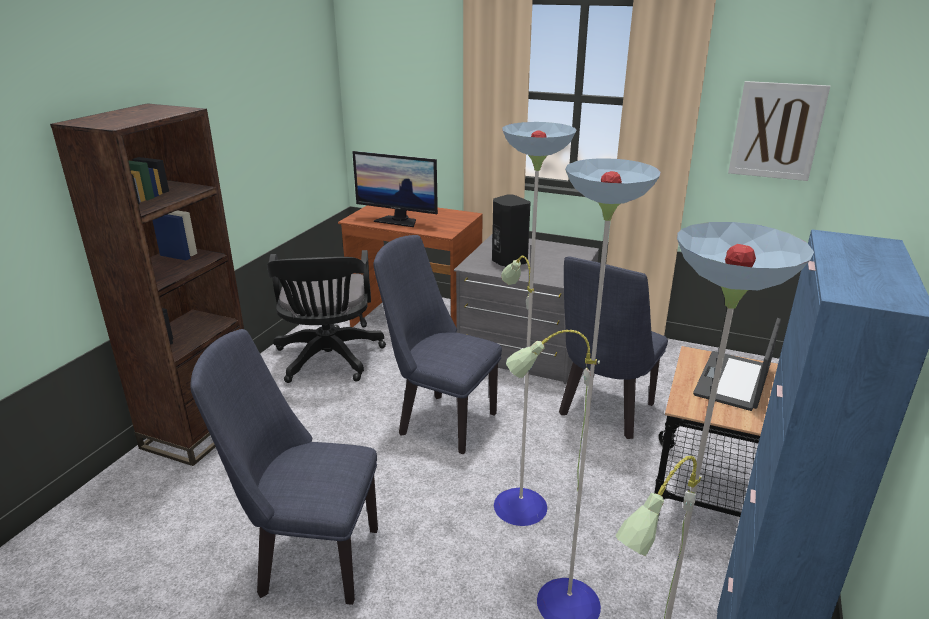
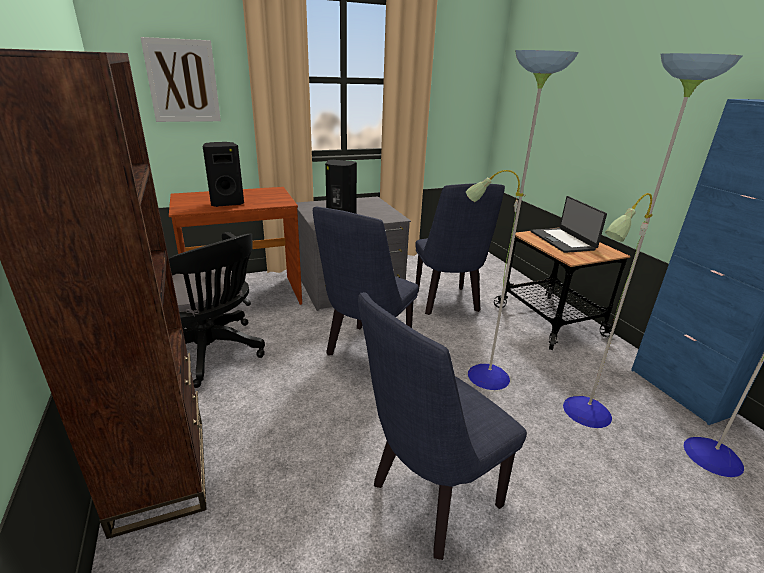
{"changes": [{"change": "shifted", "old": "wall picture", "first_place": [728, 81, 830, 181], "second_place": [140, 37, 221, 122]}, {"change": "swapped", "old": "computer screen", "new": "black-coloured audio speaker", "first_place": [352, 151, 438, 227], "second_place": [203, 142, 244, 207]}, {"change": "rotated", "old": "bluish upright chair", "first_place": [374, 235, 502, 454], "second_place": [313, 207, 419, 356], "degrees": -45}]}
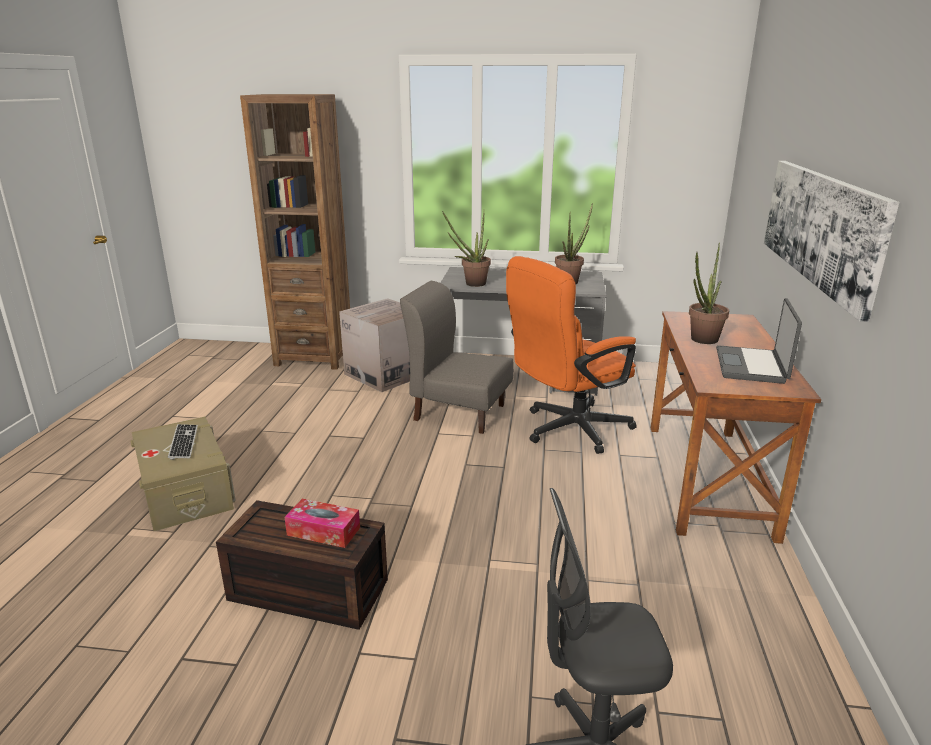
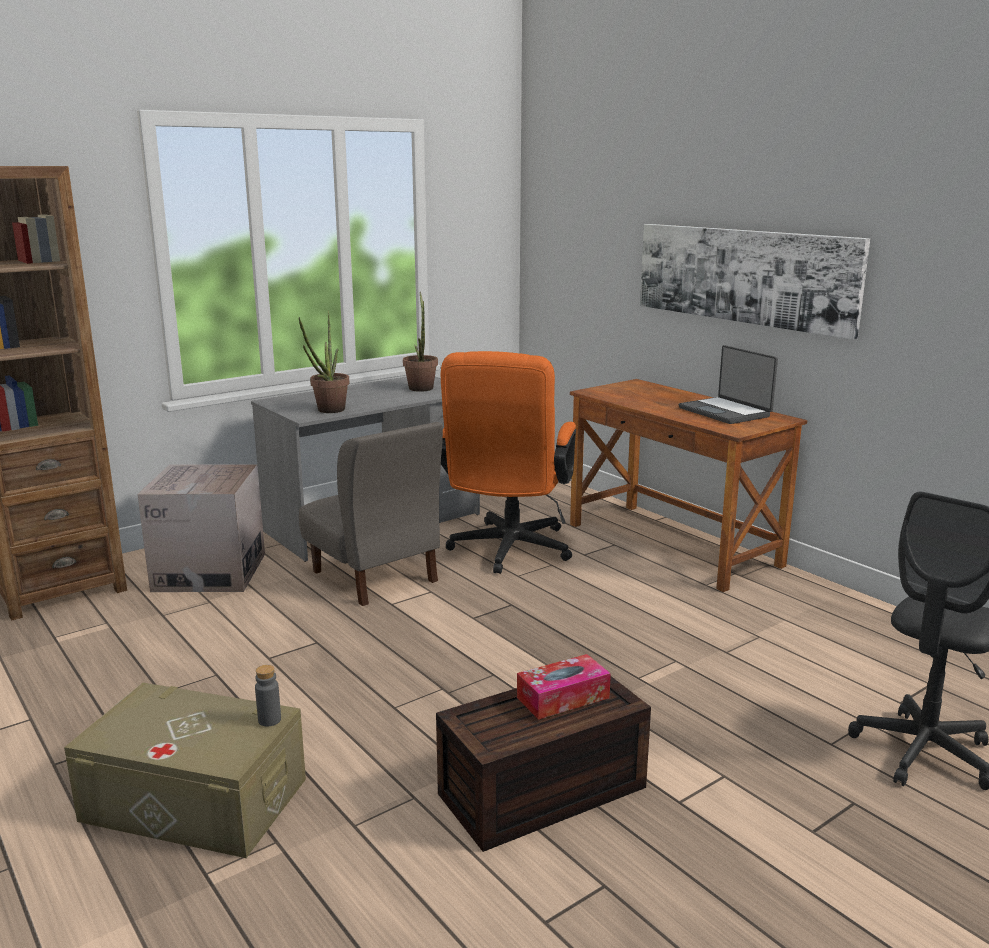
{"changes": [{"change": "gone", "old": "plant in a pot", "first_place": [689, 243, 729, 344]}, {"change": "rotated", "old": "greyish upright chair", "first_place": [400, 281, 514, 434], "second_place": [299, 422, 443, 606], "degrees": -105}, {"change": "gone", "old": "computer keyboard", "first_place": [168, 424, 198, 460]}, {"change": "new", "new": "greyish beverage bottle", "second_place": [255, 665, 281, 727]}]}
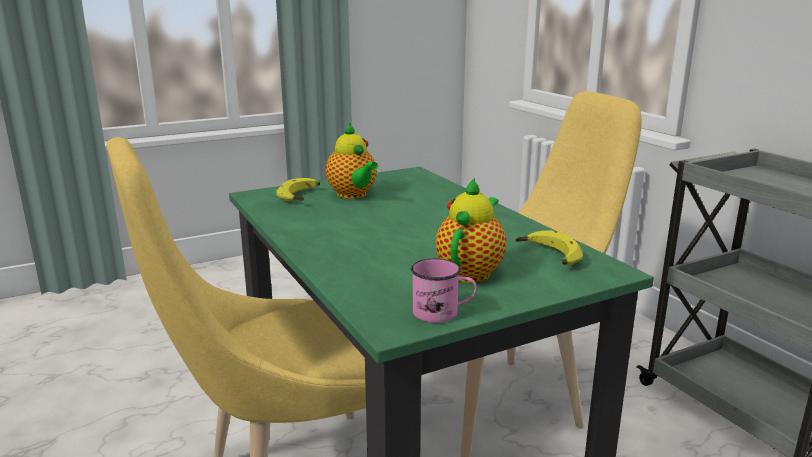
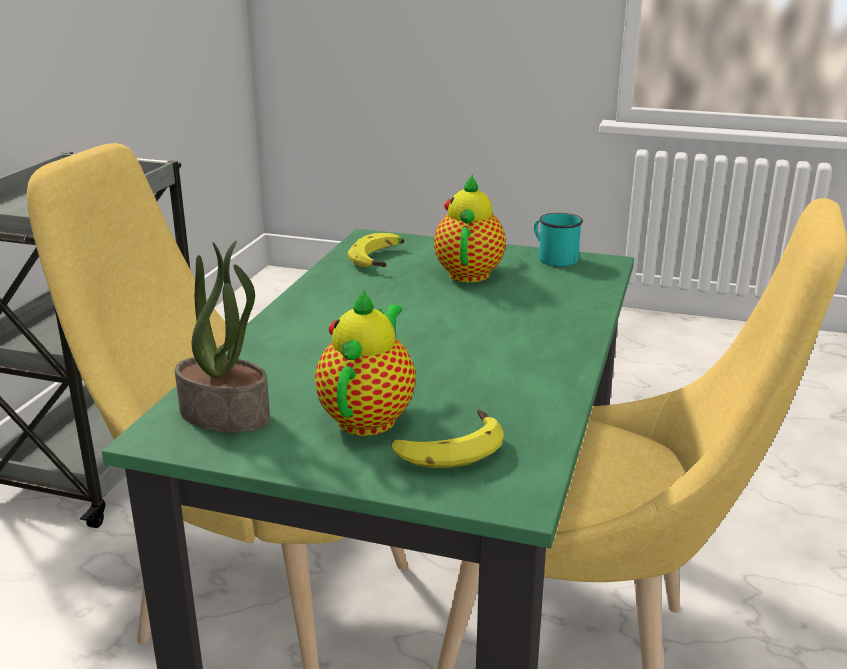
{"changes": [{"change": "rotated", "old": "tea pot", "first_place": [435, 177, 507, 283], "second_place": [434, 174, 506, 282], "degrees": 120}, {"change": "repainted", "old": "pink-coloured tea mug", "new": "blue-green tea mug", "first_place": [411, 258, 477, 323], "second_place": [534, 213, 583, 266]}, {"change": "new", "new": "plant in a pot", "second_place": [175, 241, 270, 433]}]}
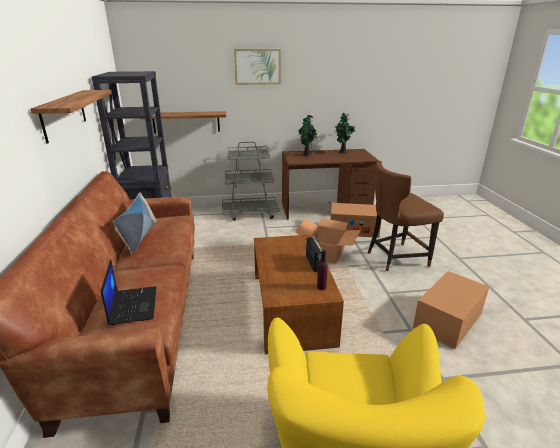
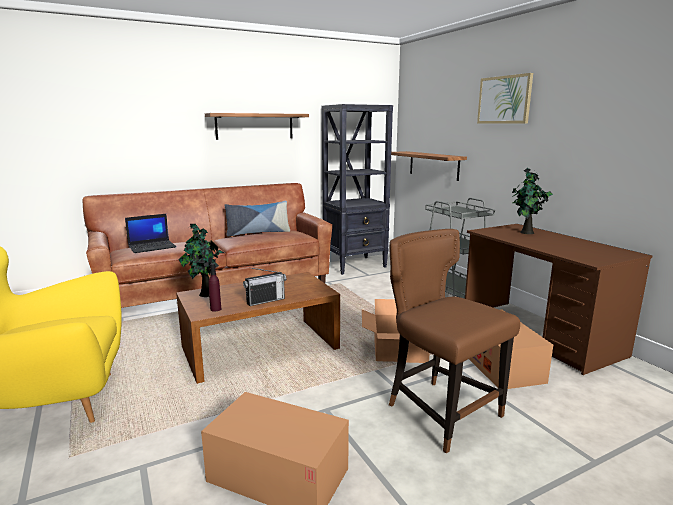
{"changes": [{"change": "shifted", "old": "plant in a pot", "first_place": [335, 113, 356, 153], "second_place": [179, 222, 224, 297]}]}
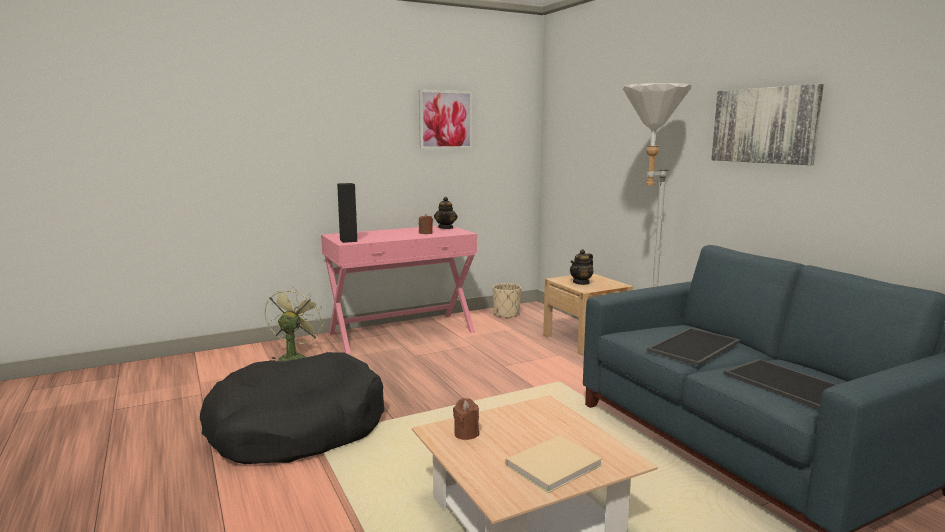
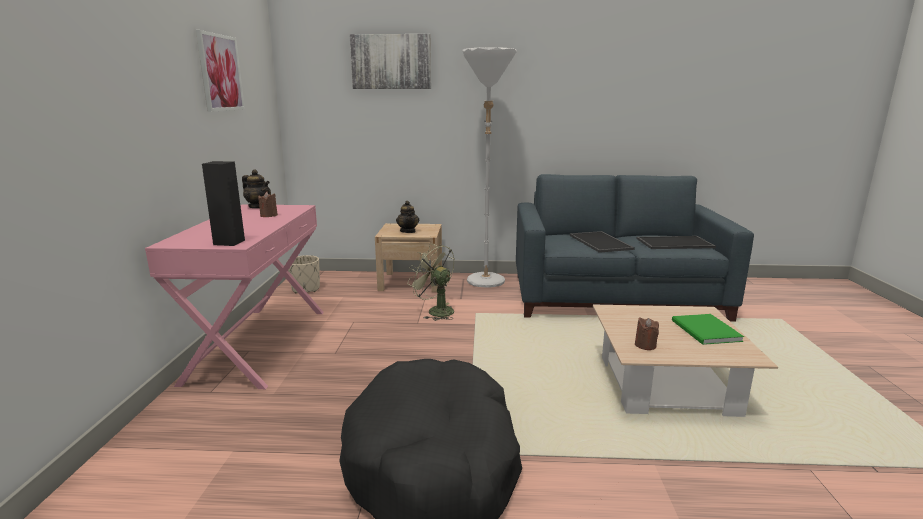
{"changes": [{"change": "shifted", "old": "wall picture", "first_place": [711, 84, 824, 165], "second_place": [350, 34, 431, 89]}, {"change": "shifted", "old": "green electric fan", "first_place": [264, 287, 325, 361], "second_place": [408, 244, 454, 321]}, {"change": "repainted", "old": "beige-coloured volume", "new": "green volume", "first_place": [505, 436, 602, 493], "second_place": [672, 314, 744, 345]}]}
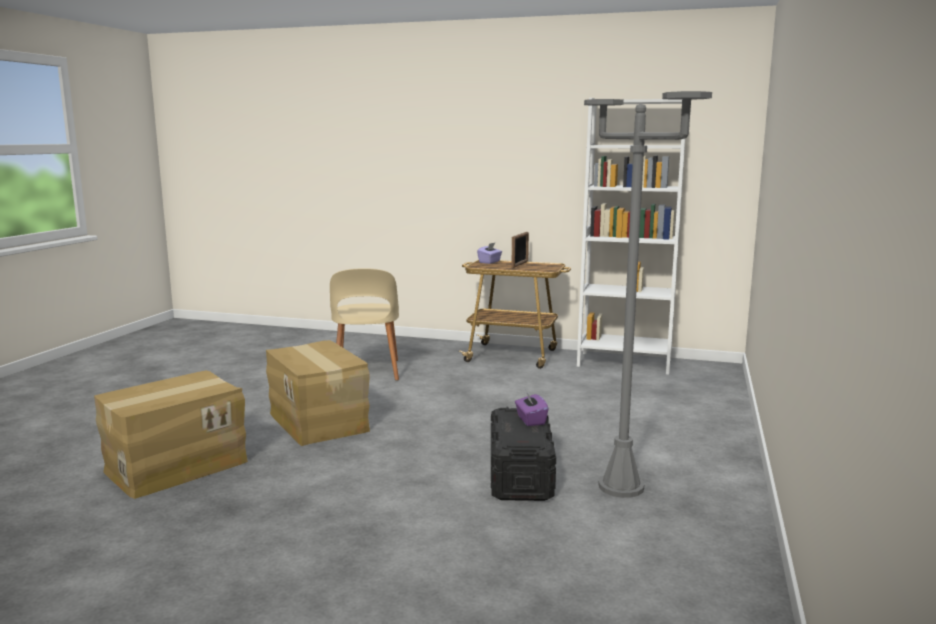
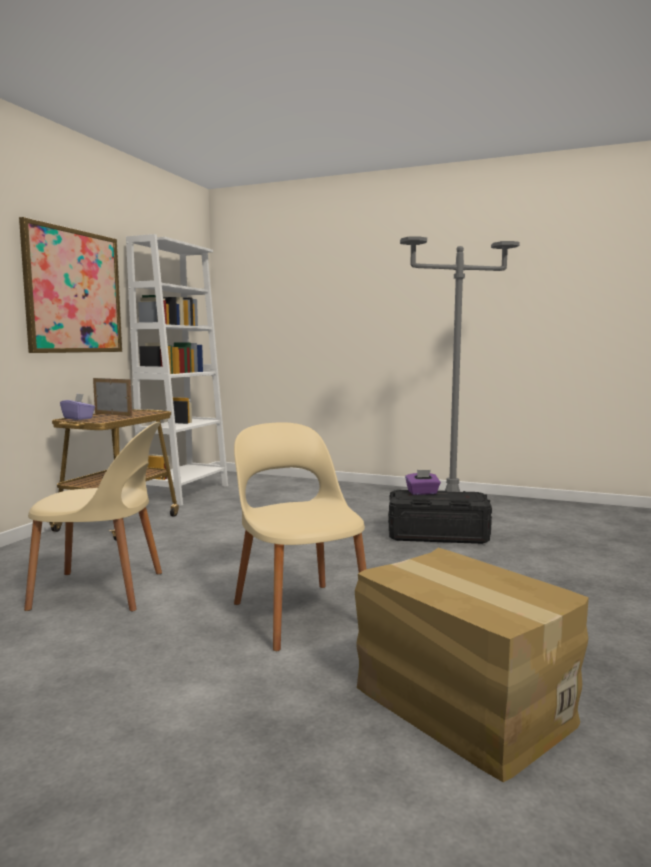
{"changes": [{"change": "swapped", "old": "packing box", "new": "beige-coloured upright chair", "first_place": [266, 340, 370, 446], "second_place": [234, 422, 366, 651]}, {"change": "new", "new": "wall picture", "second_place": [19, 217, 122, 353]}]}
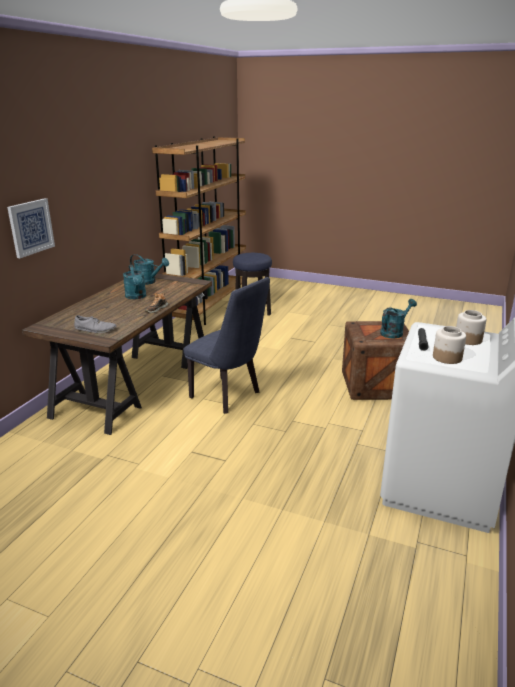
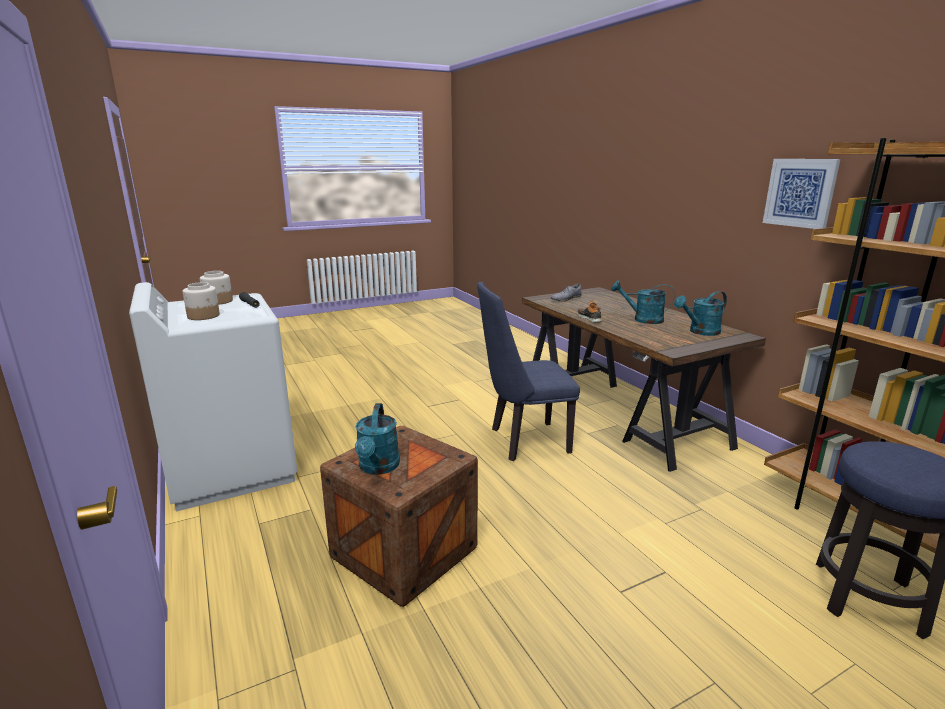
{"changes": [{"change": "shifted", "old": "wall picture", "first_place": [7, 198, 55, 258], "second_place": [763, 159, 840, 229]}]}
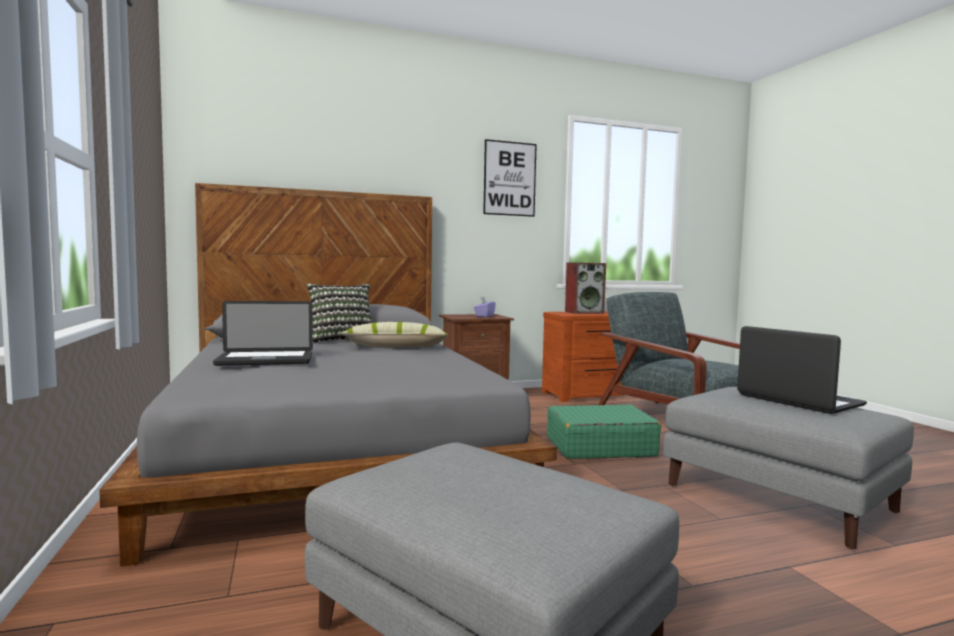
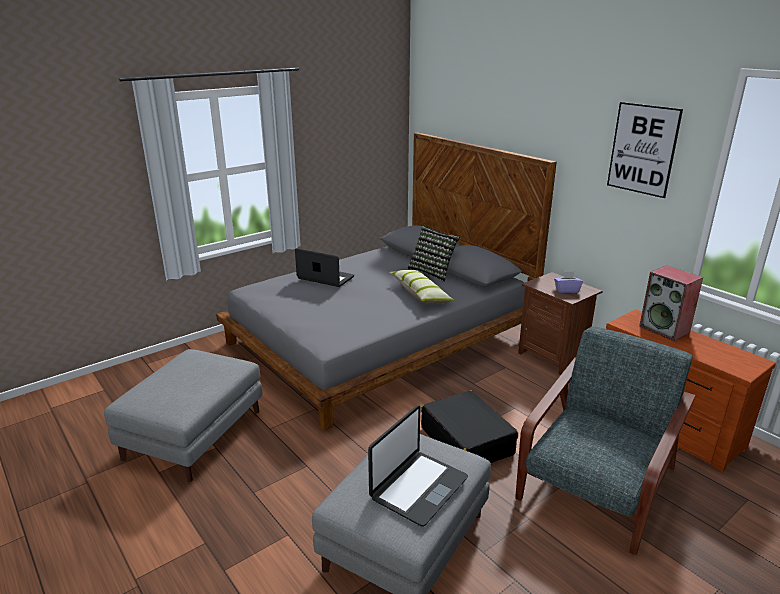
{"changes": [{"change": "rotated", "old": "laptop", "first_place": [213, 301, 313, 366], "second_place": [295, 248, 354, 287], "degrees": 150}, {"change": "repainted", "old": "green travel case", "new": "black-coloured travel case", "first_place": [547, 404, 661, 459], "second_place": [421, 390, 518, 463]}]}
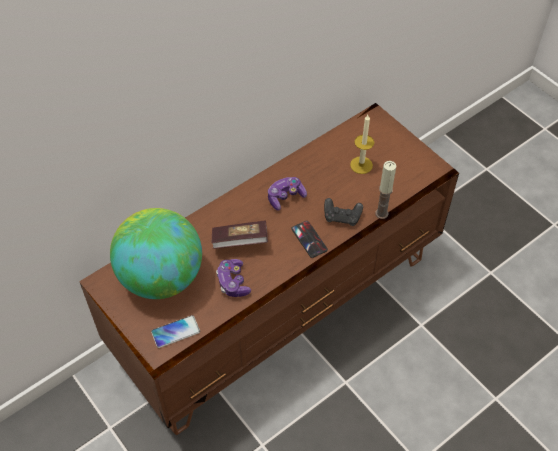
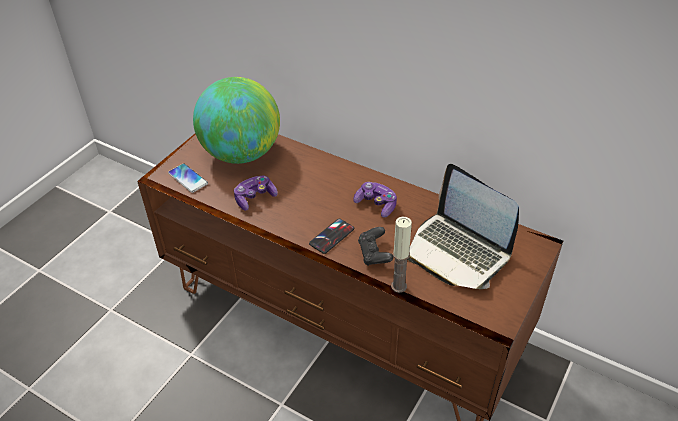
{"changes": [{"change": "swapped", "old": "wax light", "new": "laptop", "first_place": [350, 115, 374, 174], "second_place": [407, 164, 519, 289]}, {"change": "gone", "old": "volume", "first_place": [212, 220, 268, 249]}]}
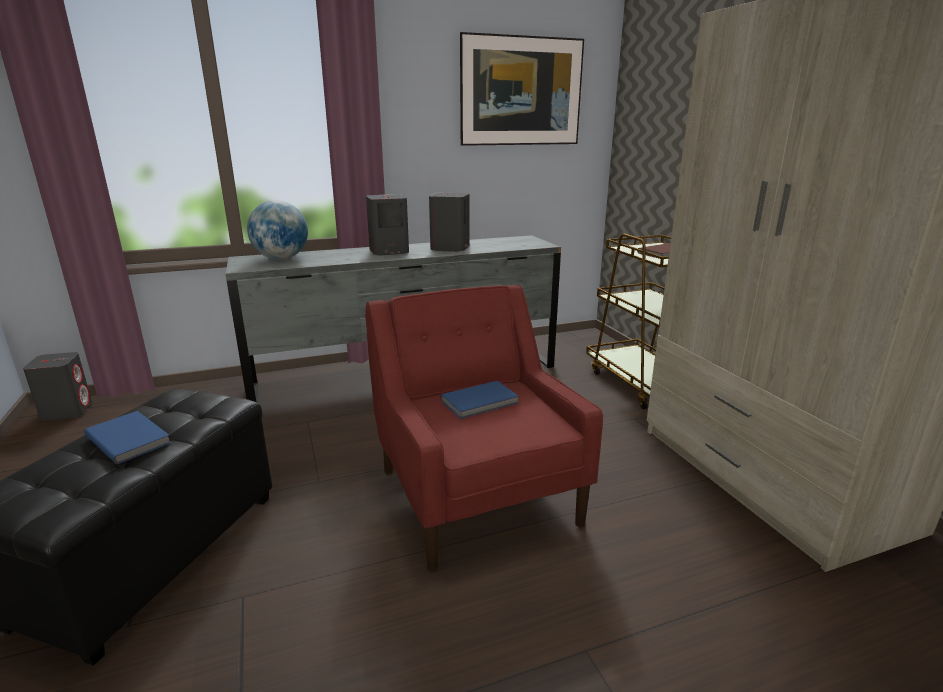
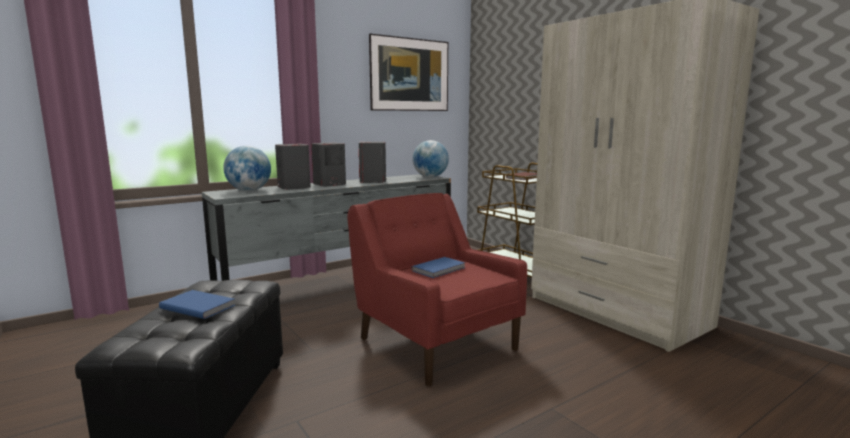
{"changes": [{"change": "shifted", "old": "greyish audio speaker", "first_place": [23, 352, 92, 421], "second_place": [275, 144, 311, 190]}, {"change": "new", "new": "world globe", "second_place": [412, 140, 449, 177]}]}
